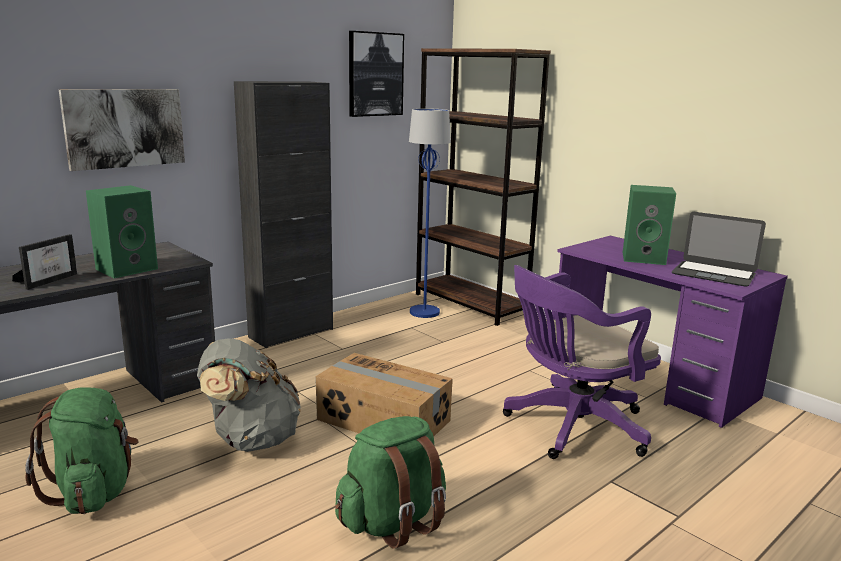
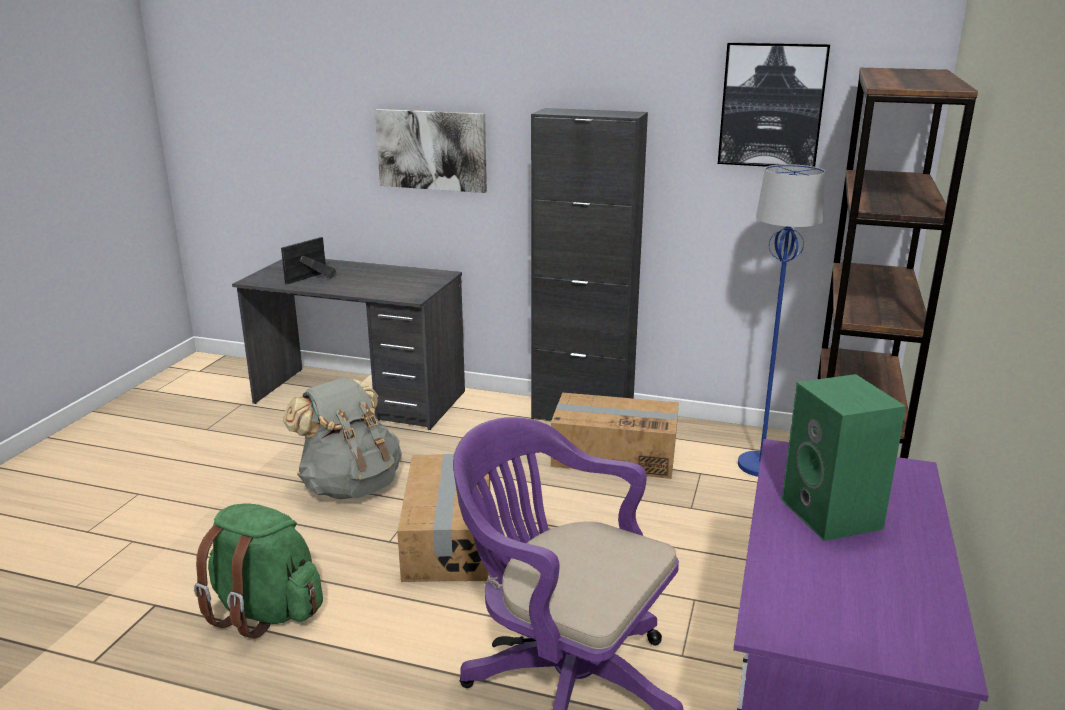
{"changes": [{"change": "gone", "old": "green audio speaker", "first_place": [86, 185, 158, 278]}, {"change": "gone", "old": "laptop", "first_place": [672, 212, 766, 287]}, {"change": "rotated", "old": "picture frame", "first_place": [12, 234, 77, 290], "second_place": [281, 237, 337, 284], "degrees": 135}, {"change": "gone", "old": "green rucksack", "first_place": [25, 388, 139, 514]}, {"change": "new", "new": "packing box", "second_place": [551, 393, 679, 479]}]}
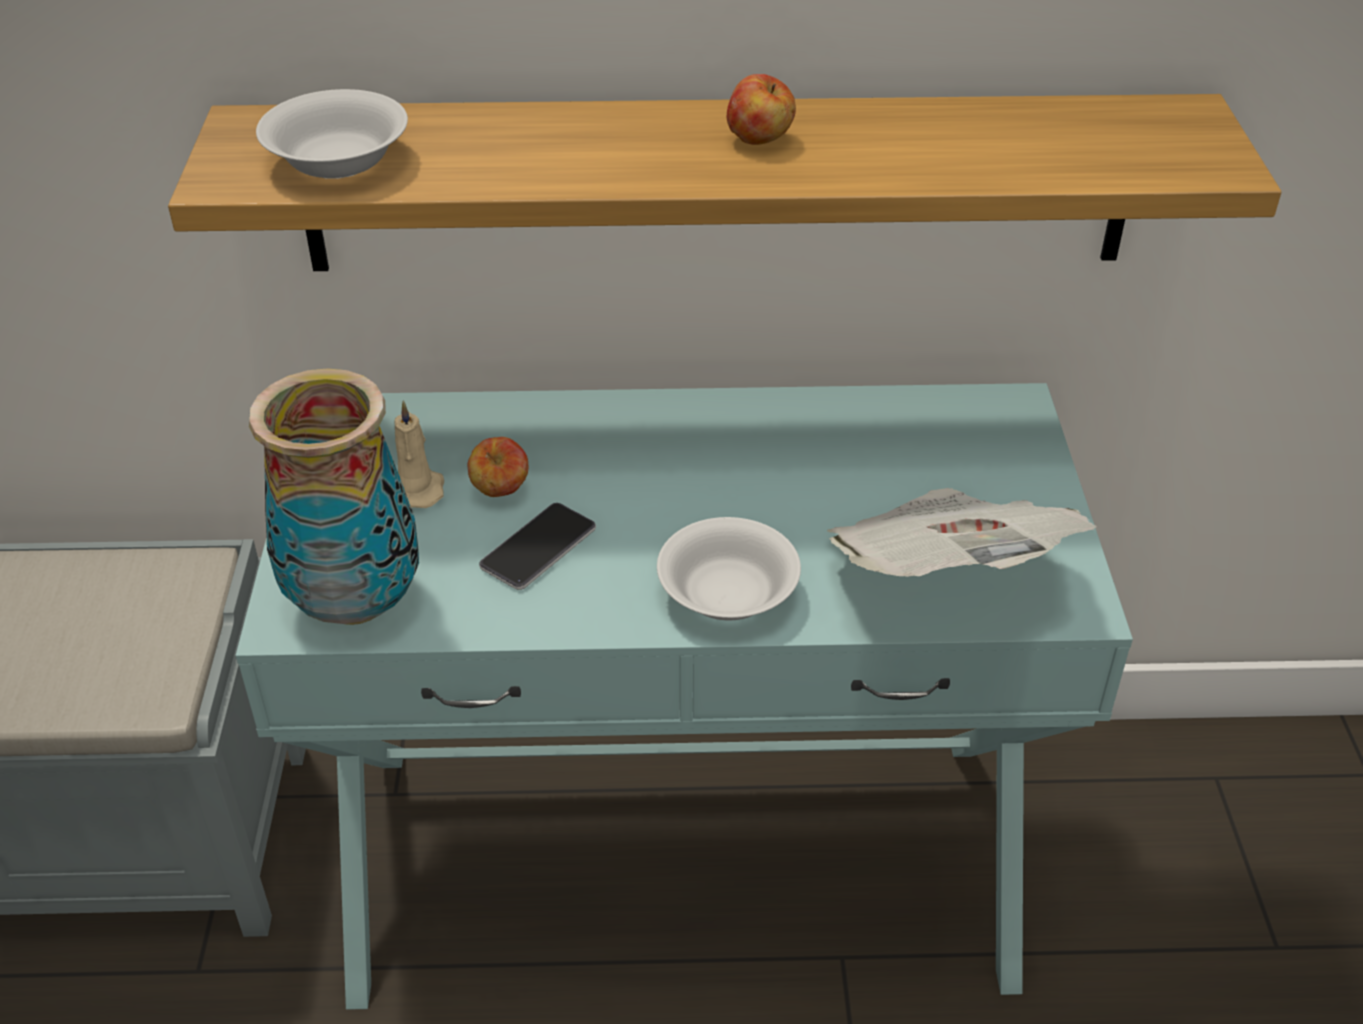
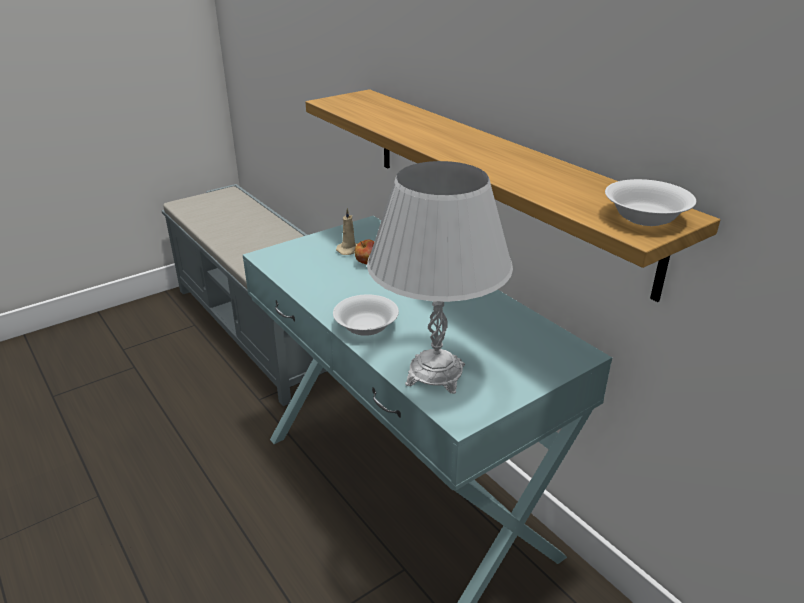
{"changes": [{"change": "gone", "old": "apple", "first_place": [727, 74, 796, 145]}, {"change": "shifted", "old": "whitish bowl", "first_place": [256, 89, 408, 179], "second_place": [605, 179, 696, 226]}, {"change": "gone", "old": "decorative vase", "first_place": [249, 368, 419, 625]}, {"change": "swapped", "old": "printed paper", "new": "whitish table lamp", "first_place": [827, 488, 1097, 577], "second_place": [367, 161, 513, 394]}, {"change": "gone", "old": "telephone", "first_place": [479, 503, 596, 590]}]}
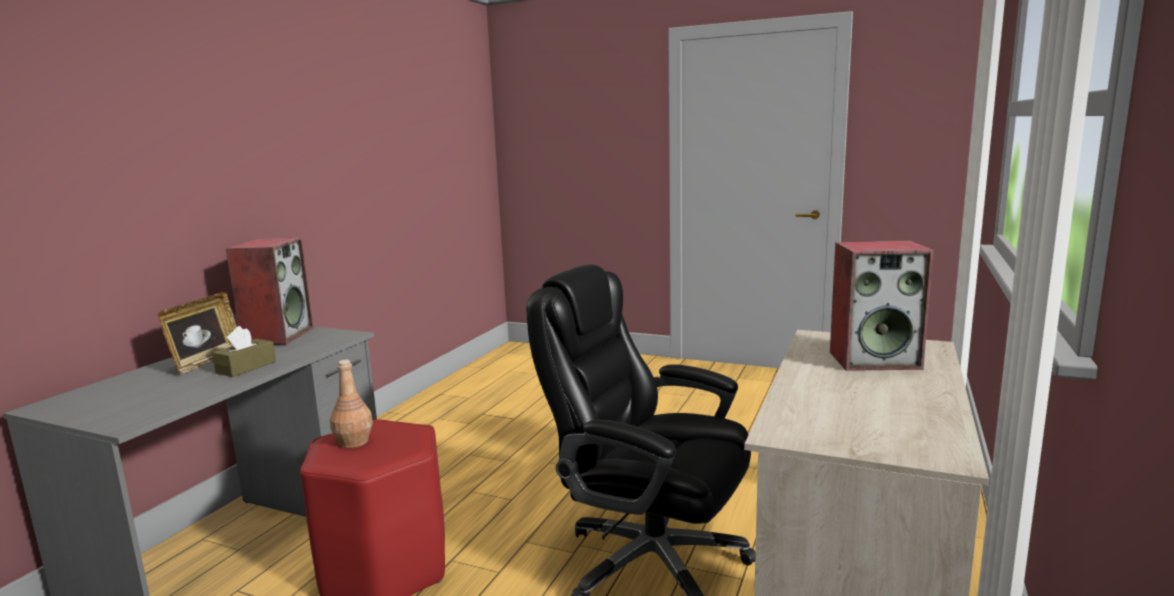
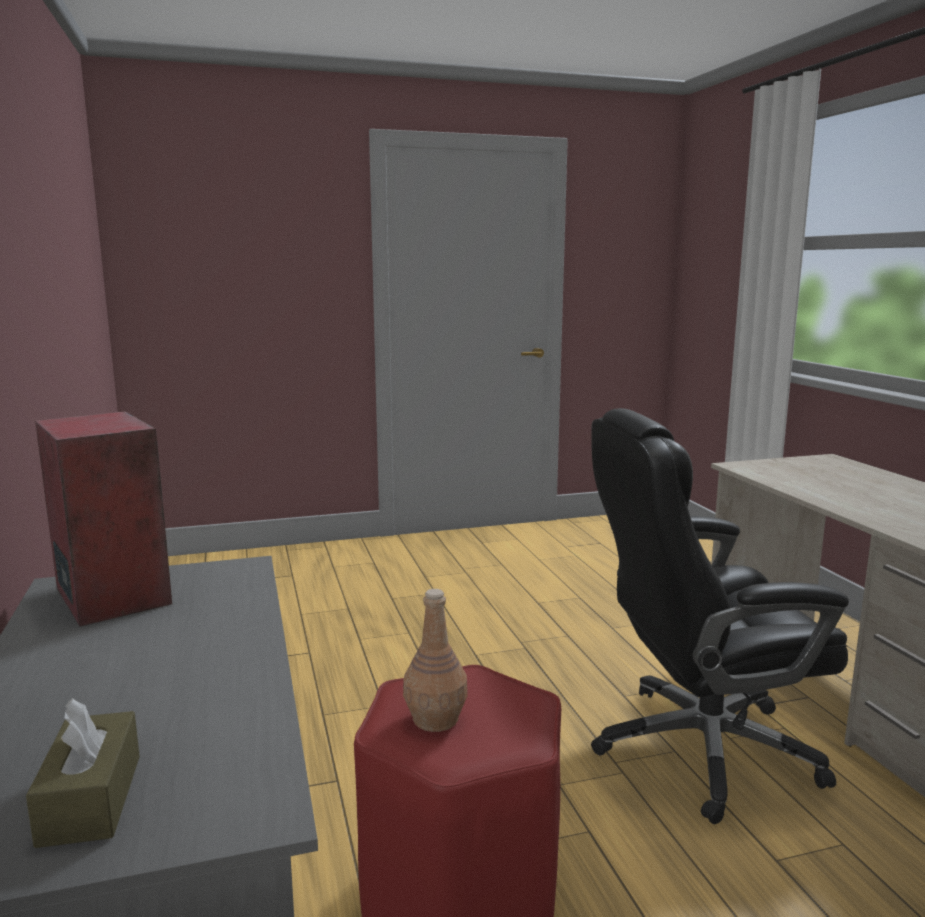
{"changes": [{"change": "gone", "old": "audio speaker", "first_place": [830, 241, 934, 371]}, {"change": "gone", "old": "picture frame", "first_place": [158, 292, 237, 374]}, {"change": "shifted", "old": "brown-coloured tissue box", "first_place": [212, 326, 276, 377], "second_place": [26, 698, 140, 848]}]}
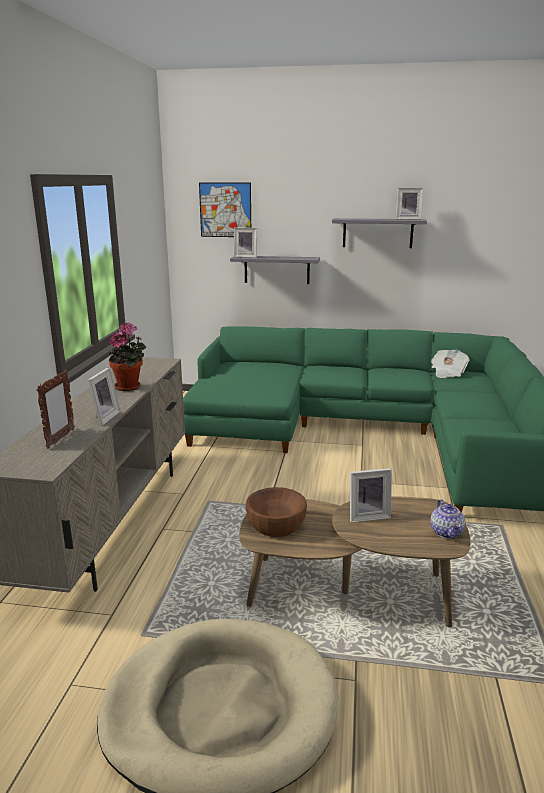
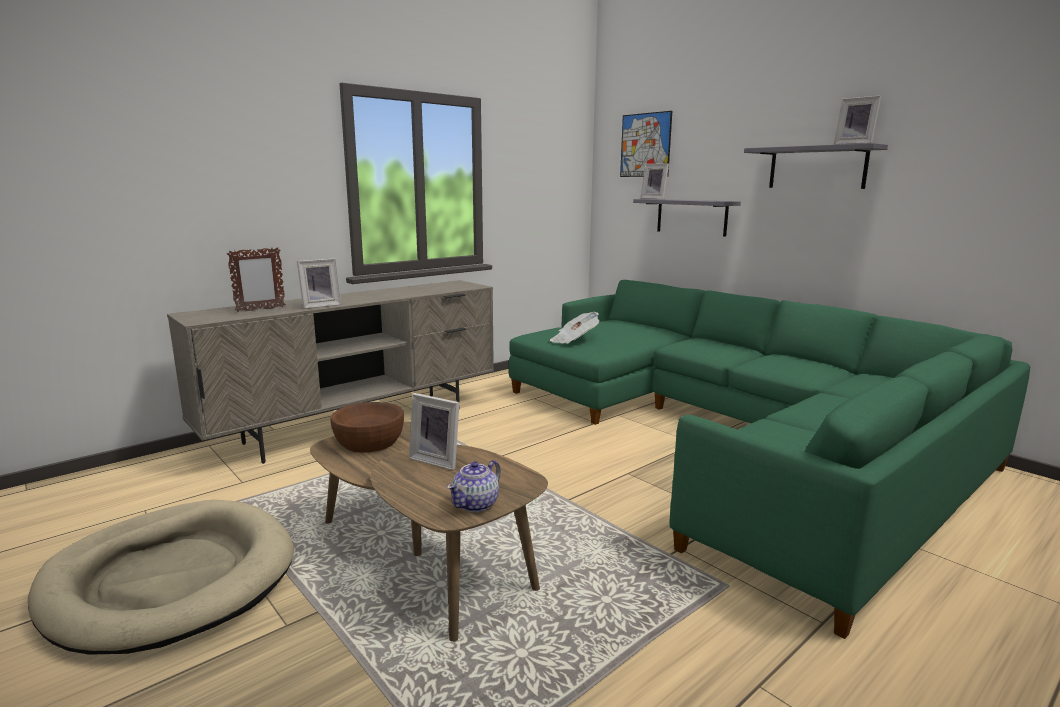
{"changes": [{"change": "gone", "old": "plant in a pot", "first_place": [109, 322, 146, 391]}, {"change": "shifted", "old": "printed paper", "first_place": [431, 349, 470, 378], "second_place": [550, 312, 599, 344]}]}
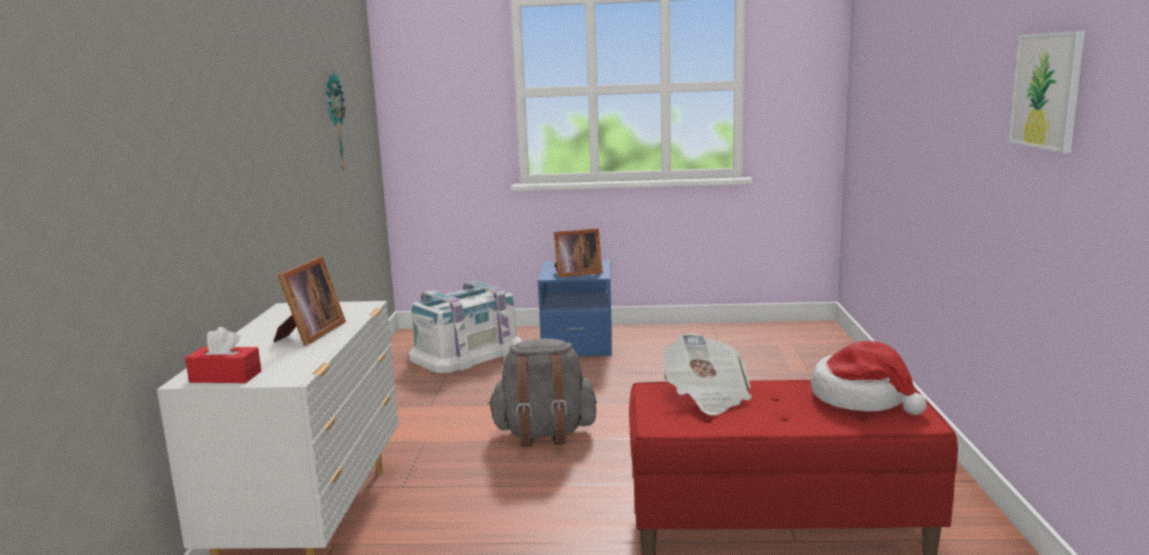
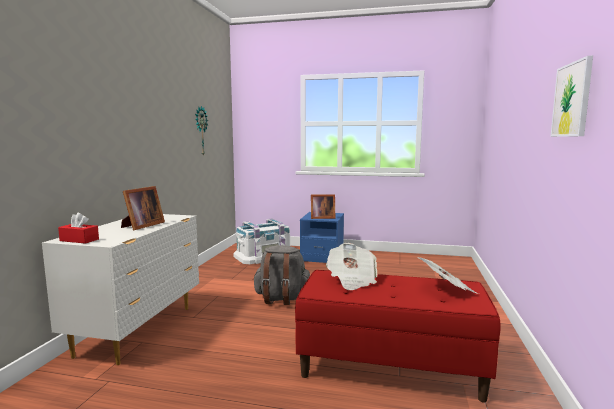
{"changes": [{"change": "swapped", "old": "wearable hat", "new": "printed paper", "first_place": [811, 341, 927, 415], "second_place": [417, 257, 479, 294]}]}
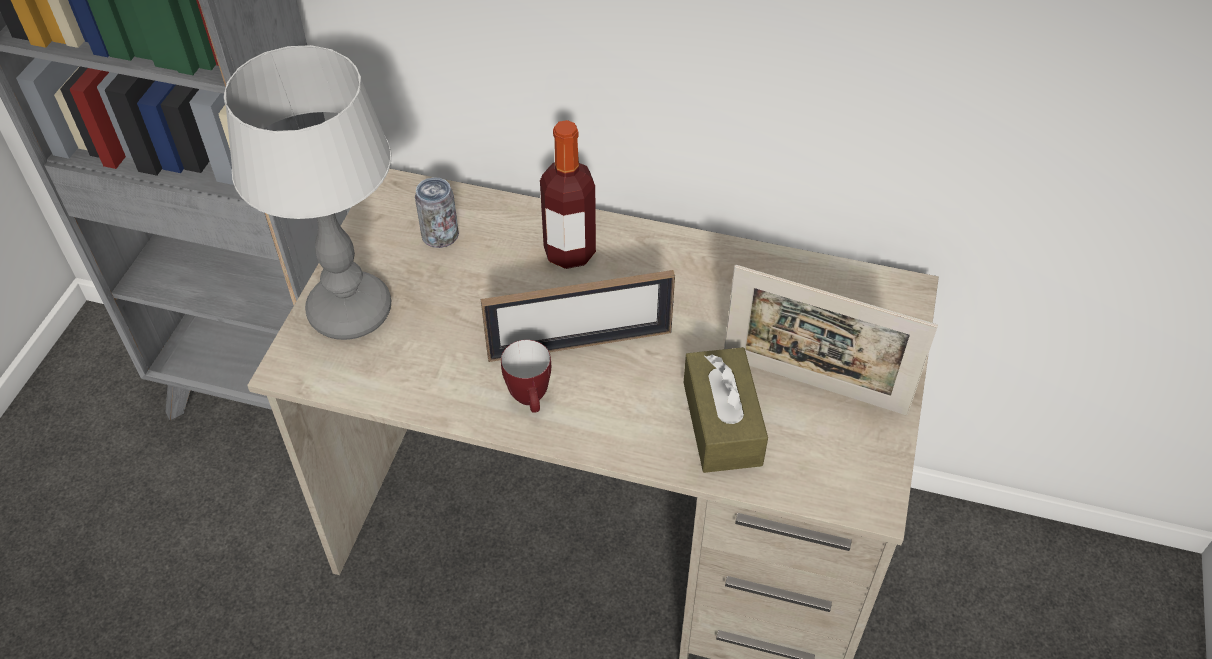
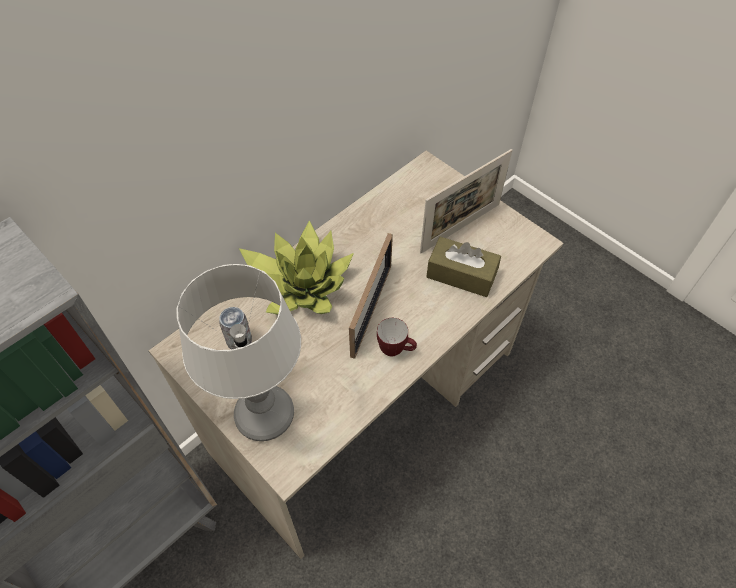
{"changes": [{"change": "swapped", "old": "beverage bottle", "new": "plant in a pot", "first_place": [540, 120, 596, 269], "second_place": [239, 220, 354, 315]}]}
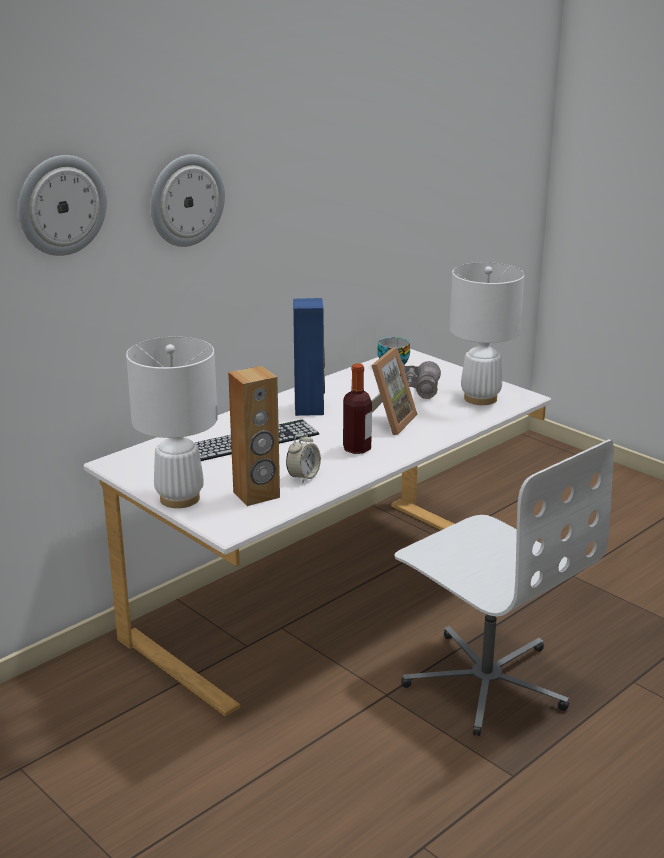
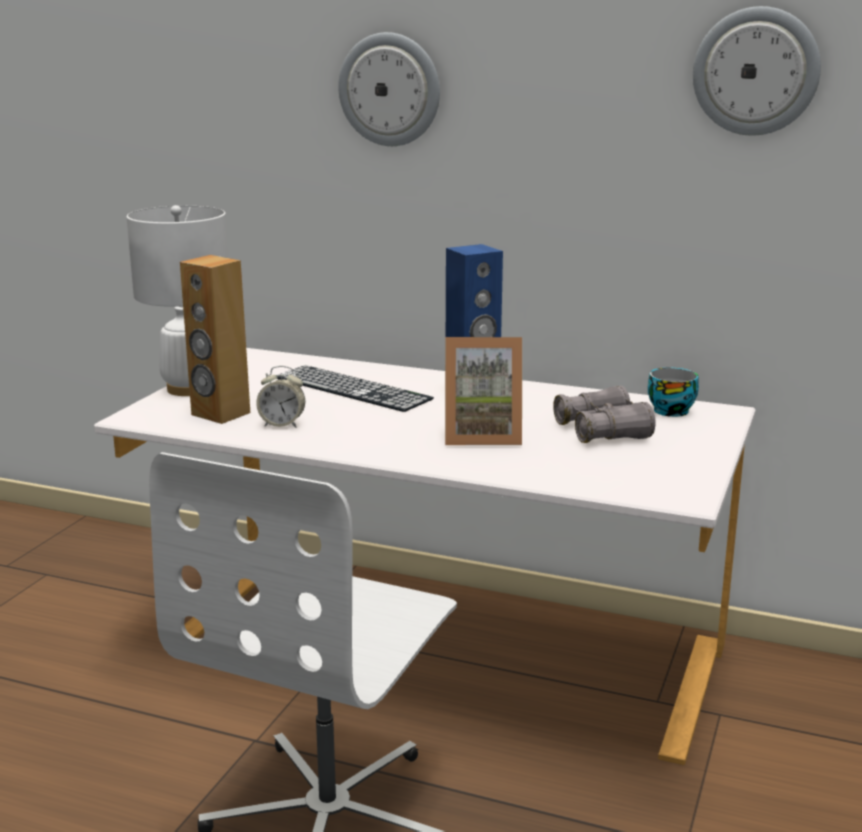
{"changes": [{"change": "shifted", "old": "clock on the wall", "first_place": [18, 155, 107, 256], "second_place": [693, 6, 821, 136]}, {"change": "gone", "old": "whitish table lamp", "first_place": [449, 262, 525, 405]}, {"change": "gone", "old": "beverage bottle", "first_place": [343, 363, 372, 454]}]}
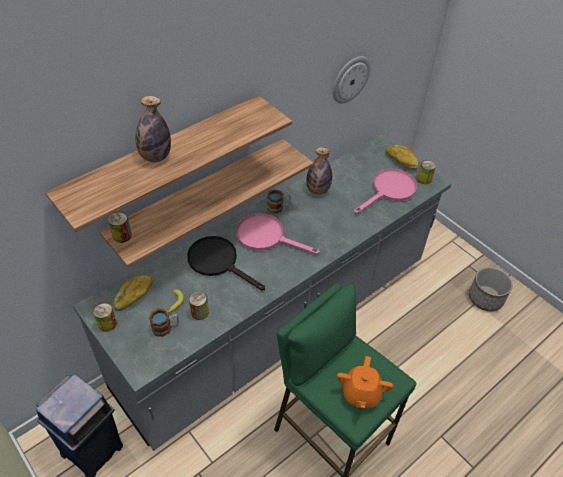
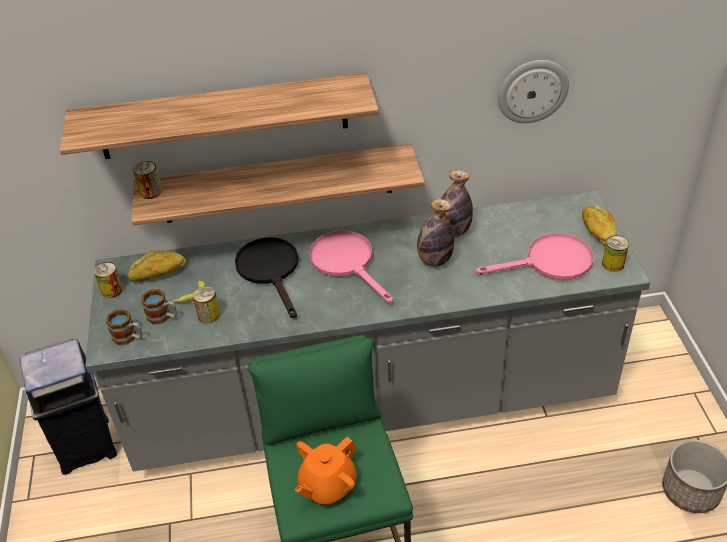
{"changes": [{"change": "shifted", "old": "beverage bottle", "first_place": [136, 96, 171, 162], "second_place": [417, 199, 454, 267]}, {"change": "shifted", "old": "tea mug", "first_place": [267, 190, 291, 214], "second_place": [106, 309, 142, 345]}]}
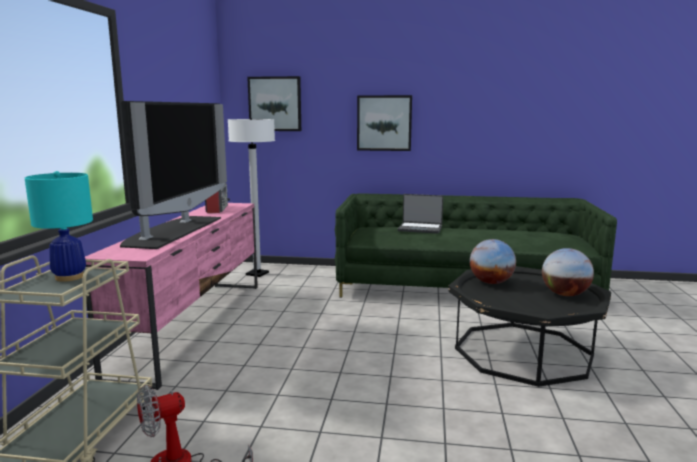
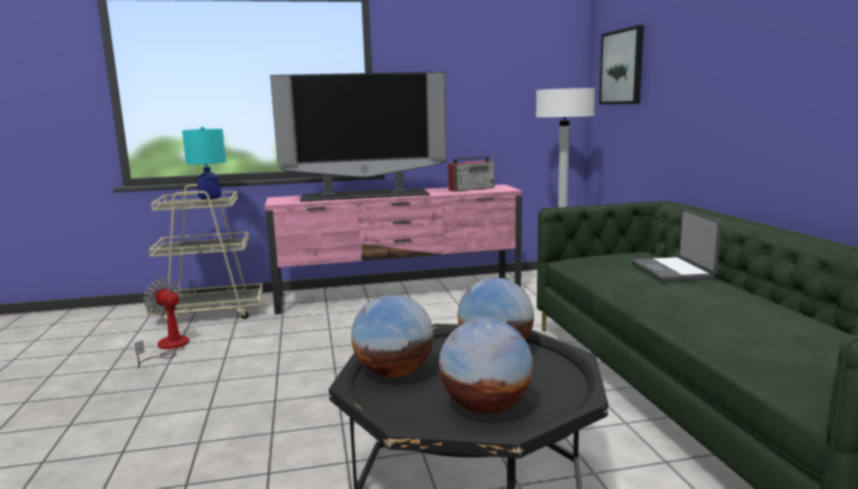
{"changes": [{"change": "gone", "old": "wall picture", "first_place": [357, 95, 412, 151]}, {"change": "new", "new": "world globe", "second_place": [351, 294, 434, 378]}]}
